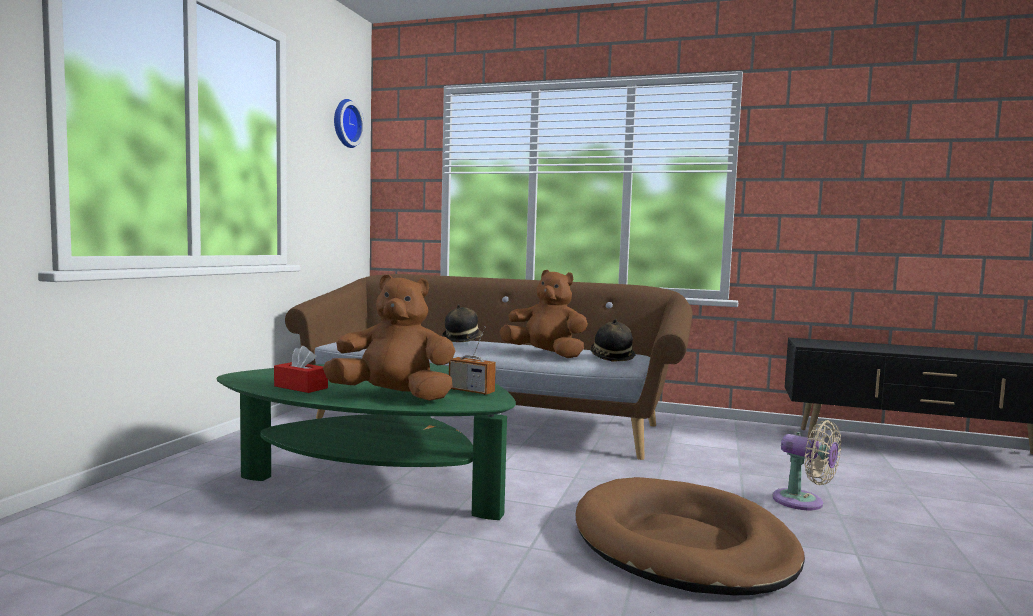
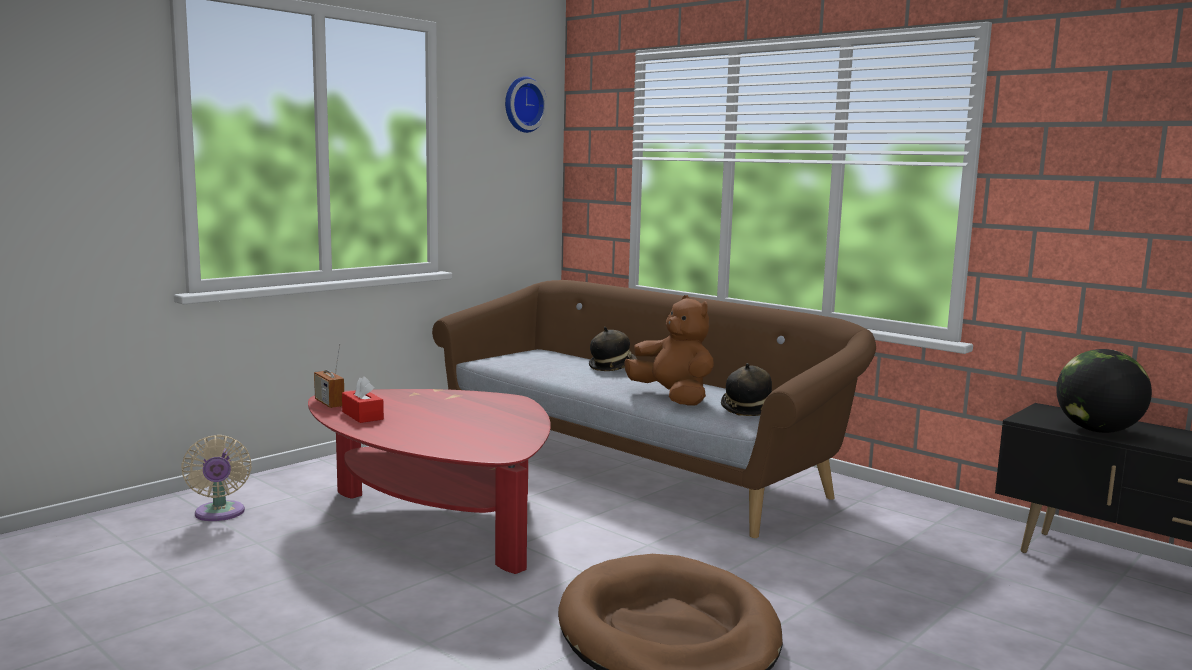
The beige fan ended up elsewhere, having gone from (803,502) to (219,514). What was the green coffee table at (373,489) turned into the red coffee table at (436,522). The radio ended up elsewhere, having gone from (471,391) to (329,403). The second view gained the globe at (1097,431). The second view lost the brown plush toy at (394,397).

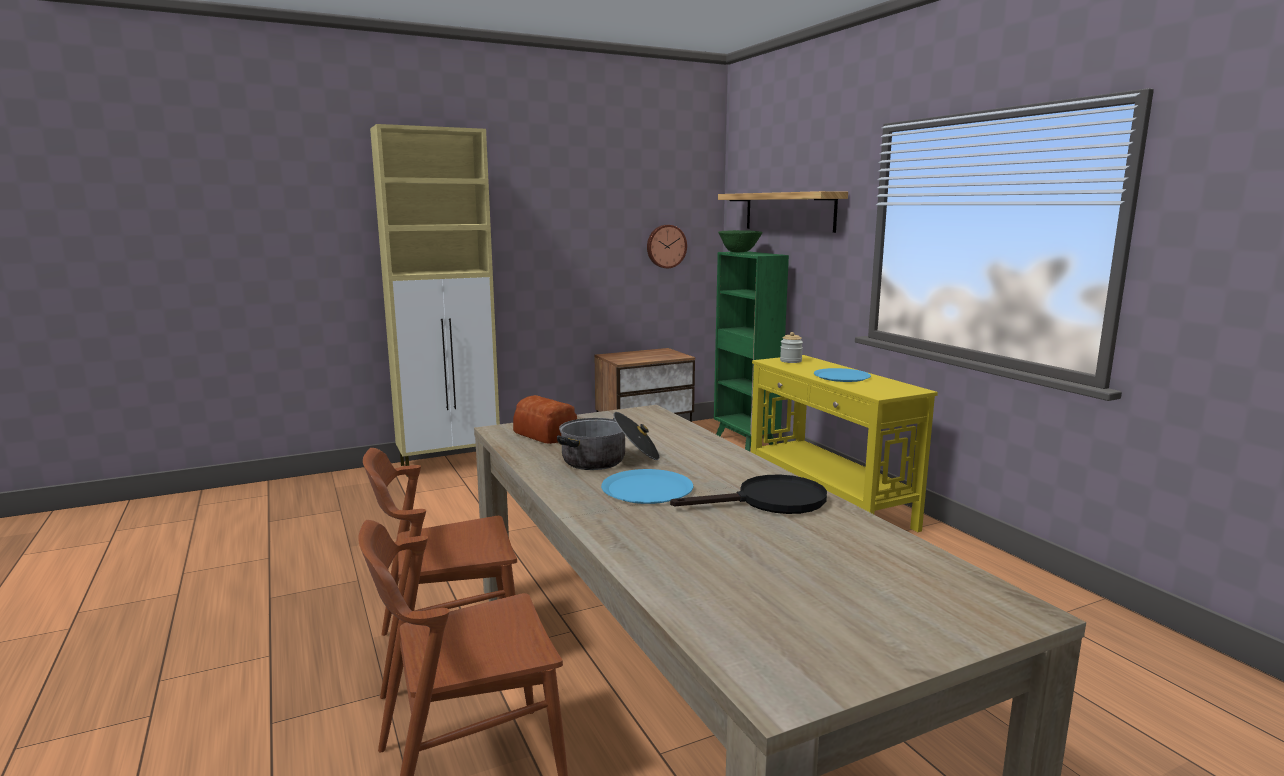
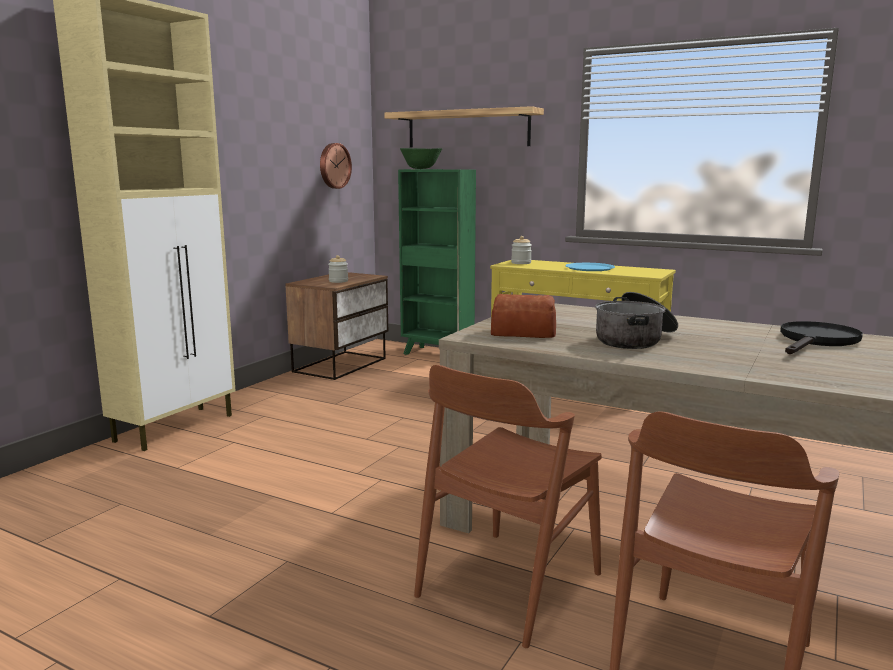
The second view gained the jar at (338,281). The second view lost the blue plate at (647,489).

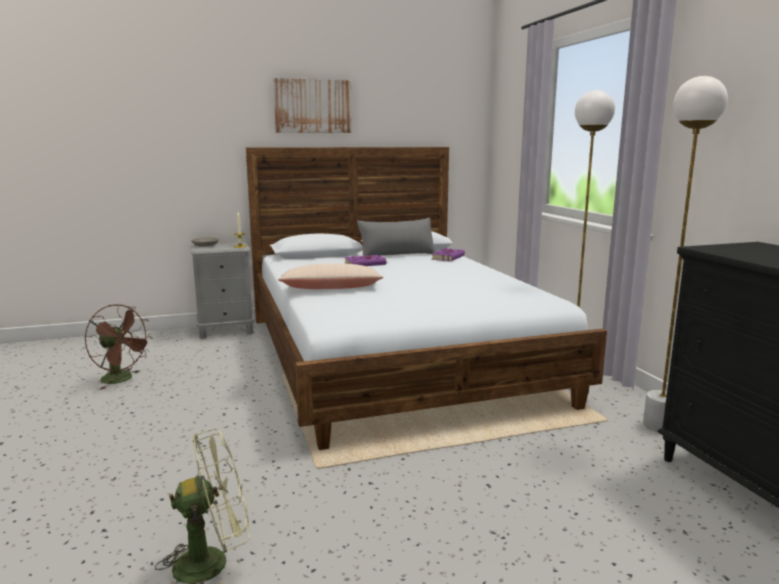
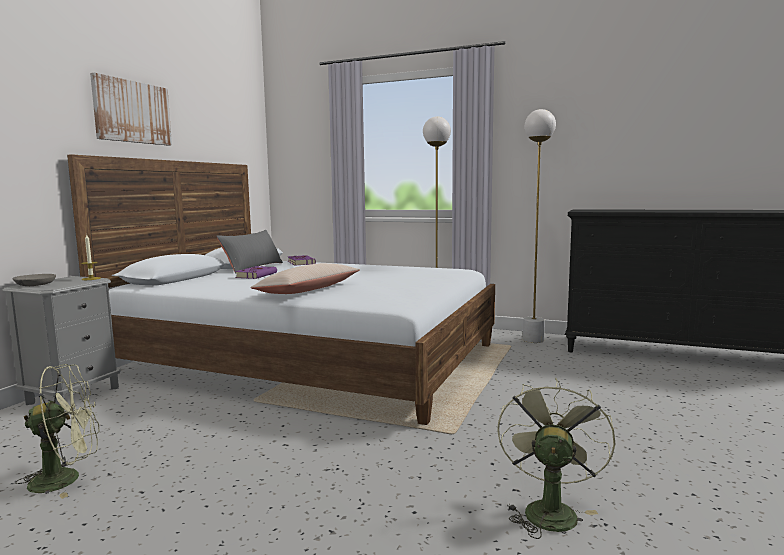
What was the brown fan at (122,380) turned into the green fan at (66,478).

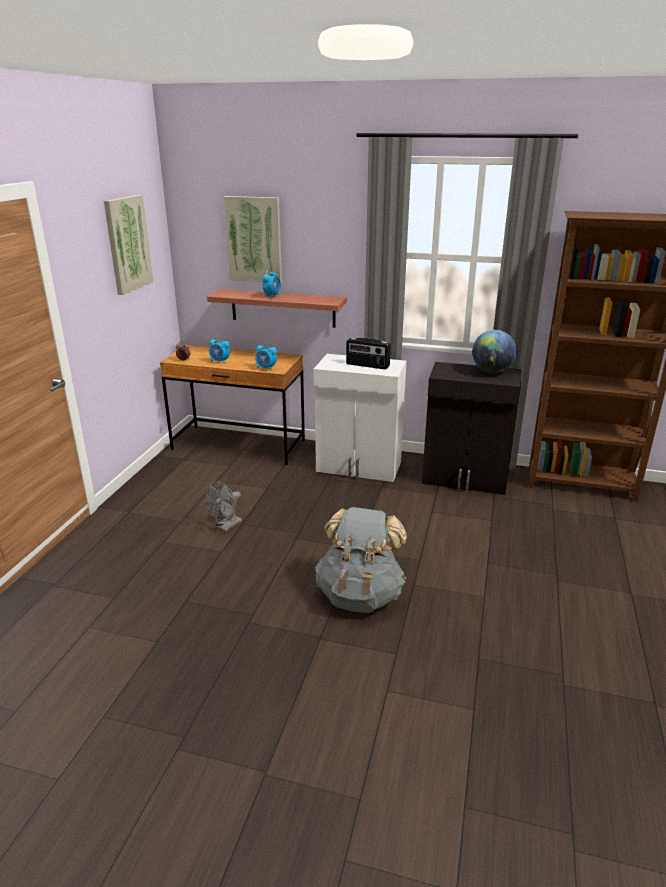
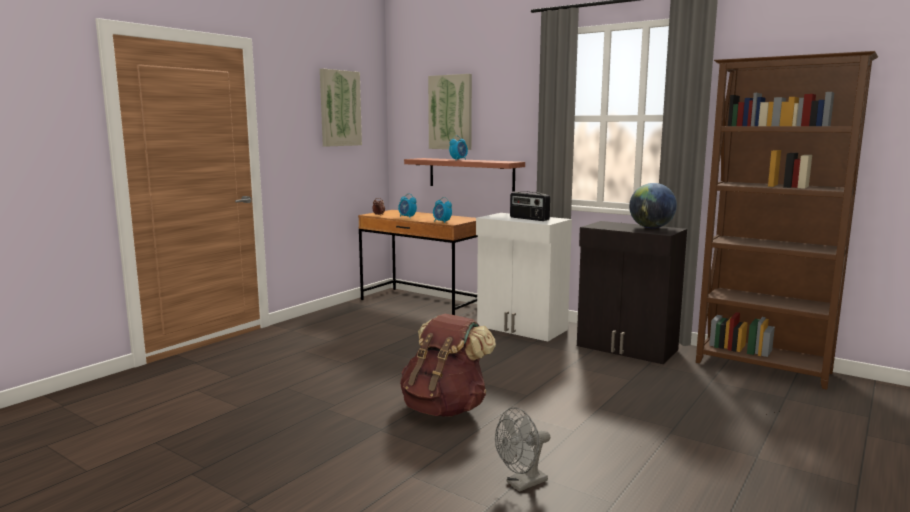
What was the grey backpack at (360,594) turned into the brown backpack at (445,408). The grey fan ended up elsewhere, having gone from (226,526) to (522,484).

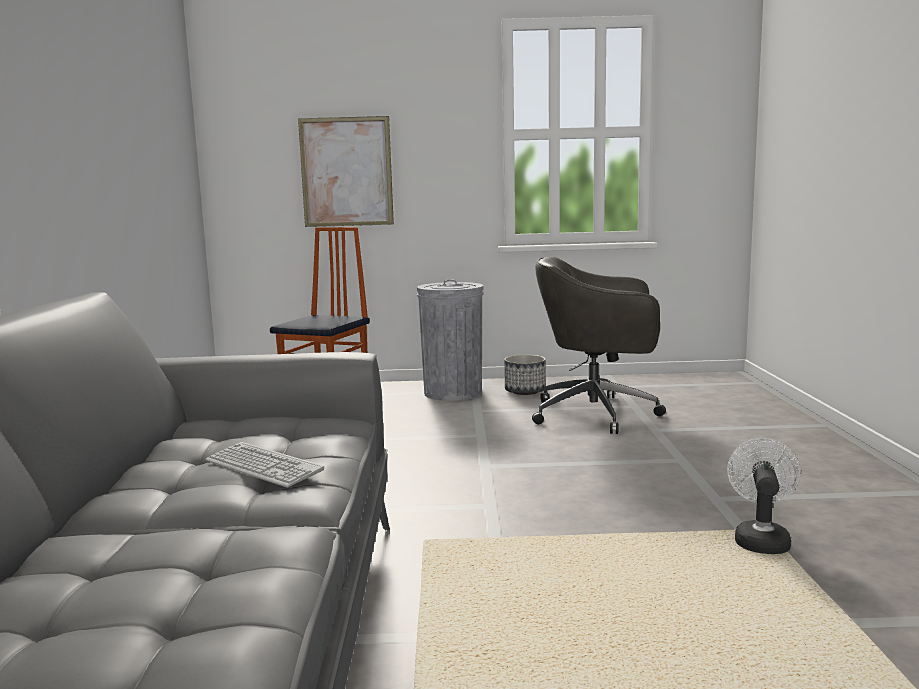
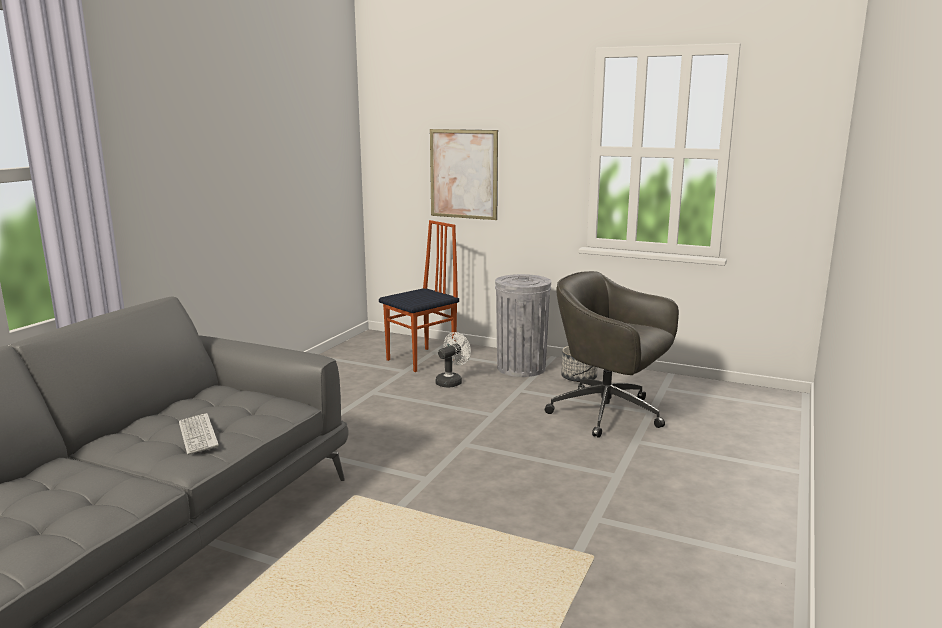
The white fan ended up elsewhere, having gone from (760,539) to (451,381).

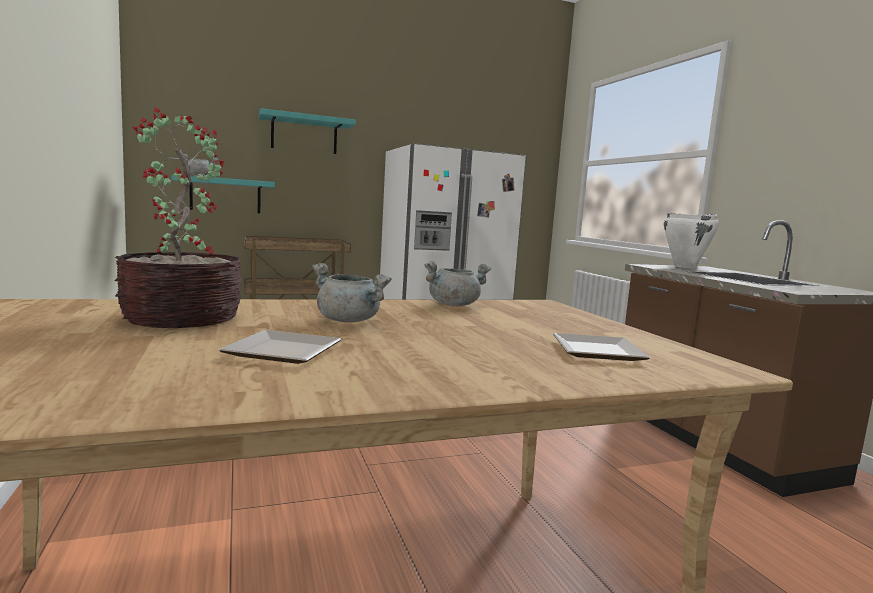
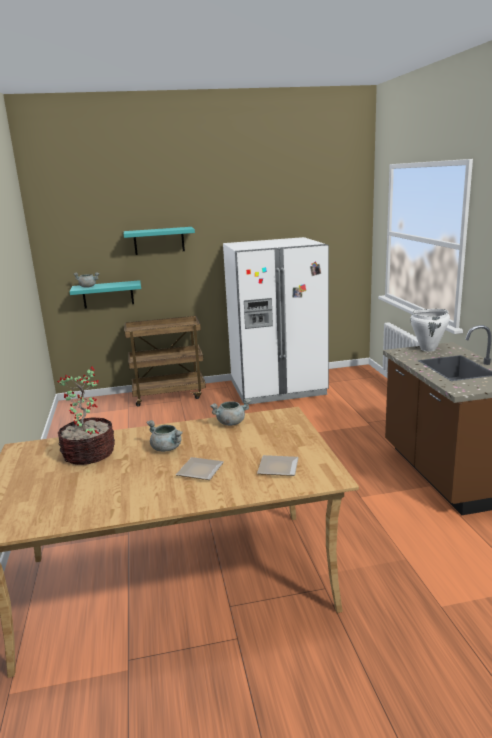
The plate ended up elsewhere, having gone from (288,352) to (202,470).

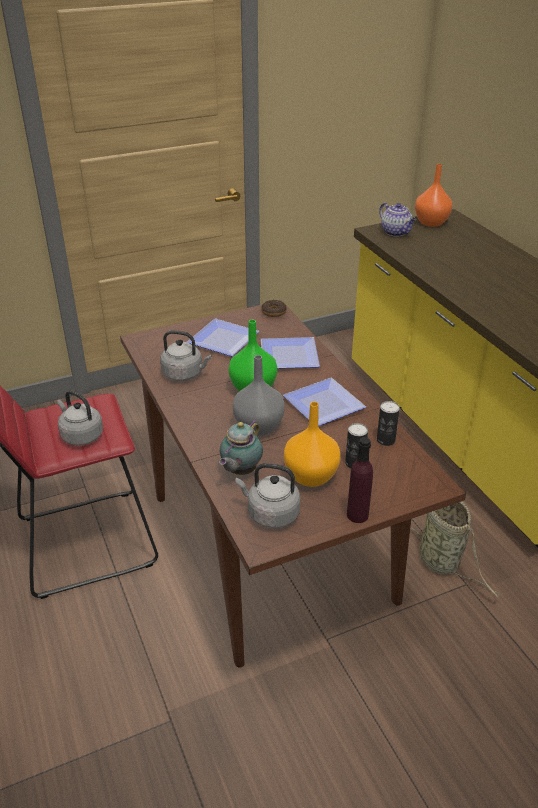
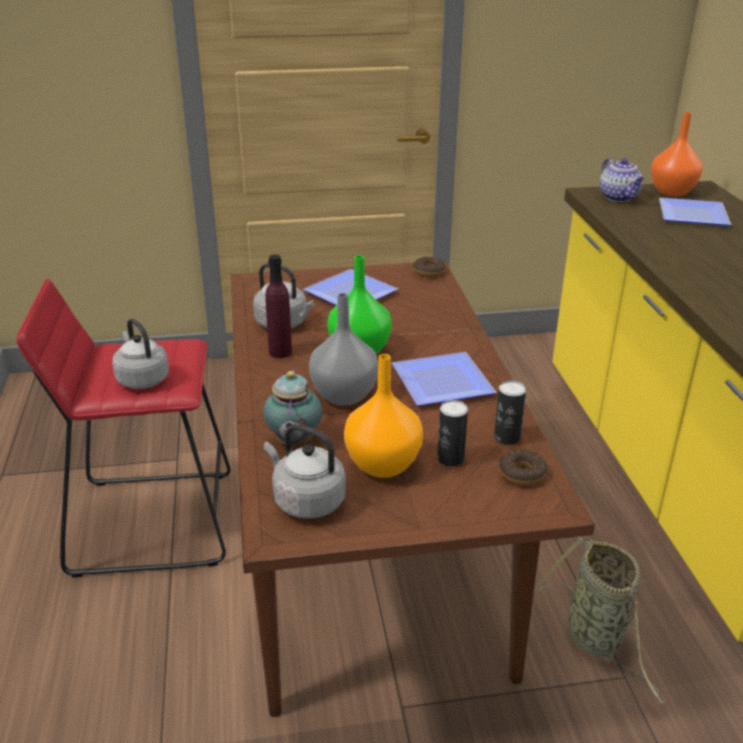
The teapot at (240,471) ended up facing another way, 45 degrees counterclockwise from before. The purple bottle ended up elsewhere, having gone from (357,515) to (280,352). The second view gained the donut at (522,473). The plate ended up elsewhere, having gone from (291,354) to (694,215).

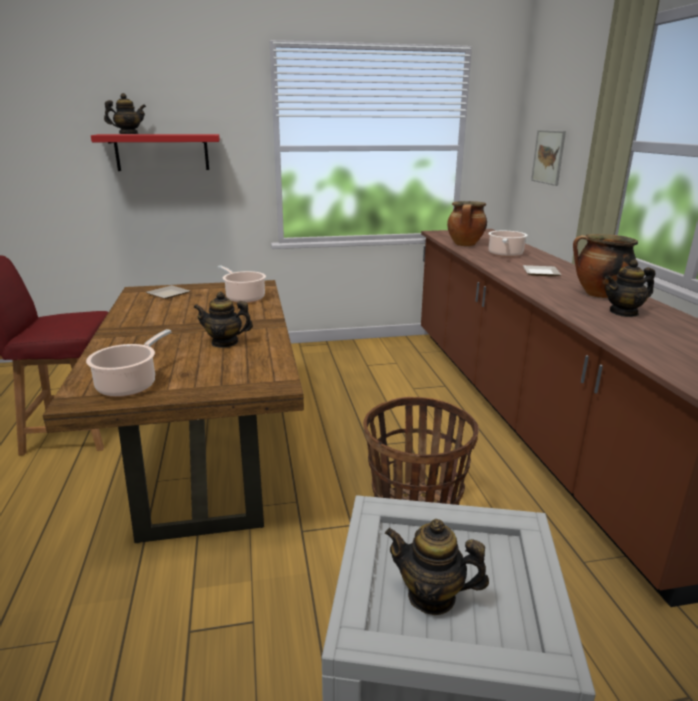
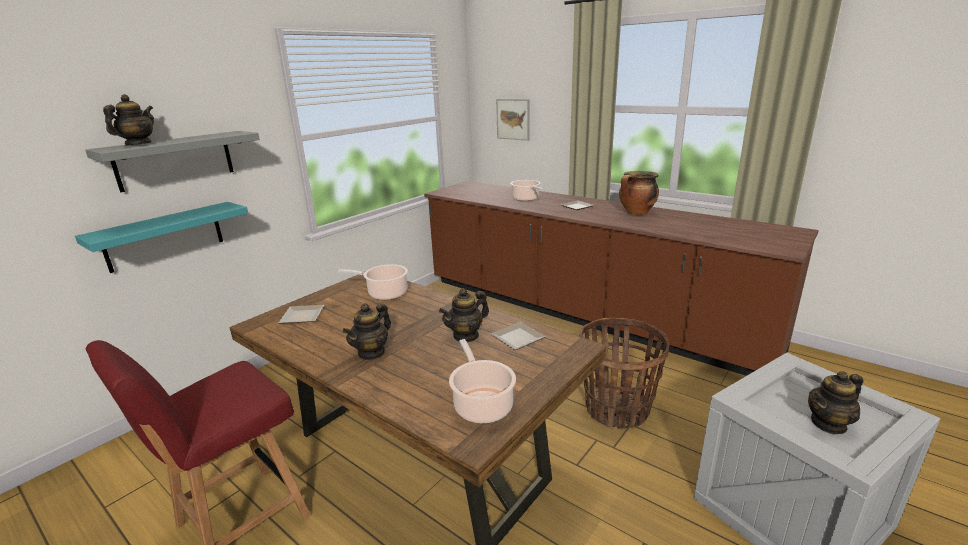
The second view gained the turquoise shelf at (164,236). What was the red shelf at (162,152) turned into the grey shelf at (175,160). The teapot ended up elsewhere, having gone from (624,312) to (372,352). The second view gained the plate at (518,337). The second view lost the cooking pot at (465,245).

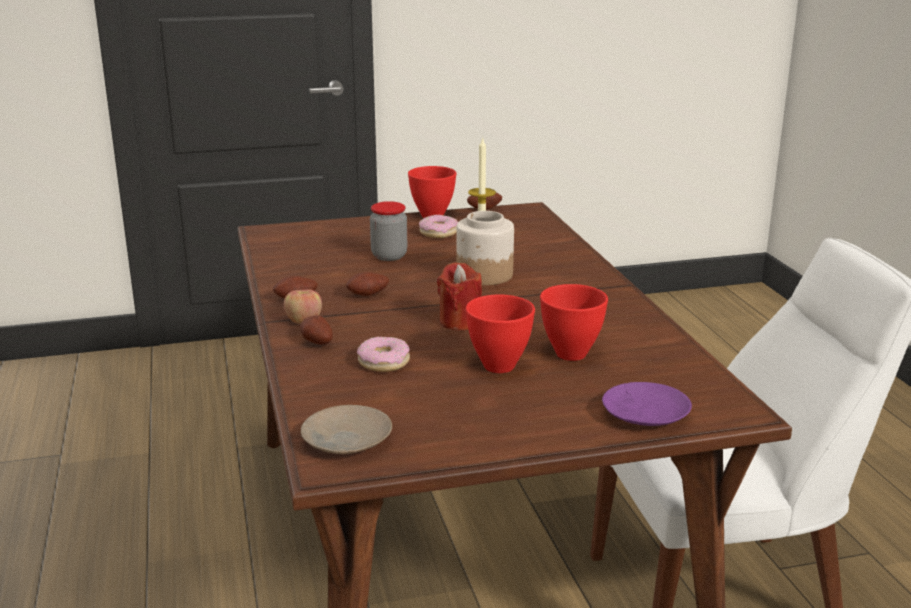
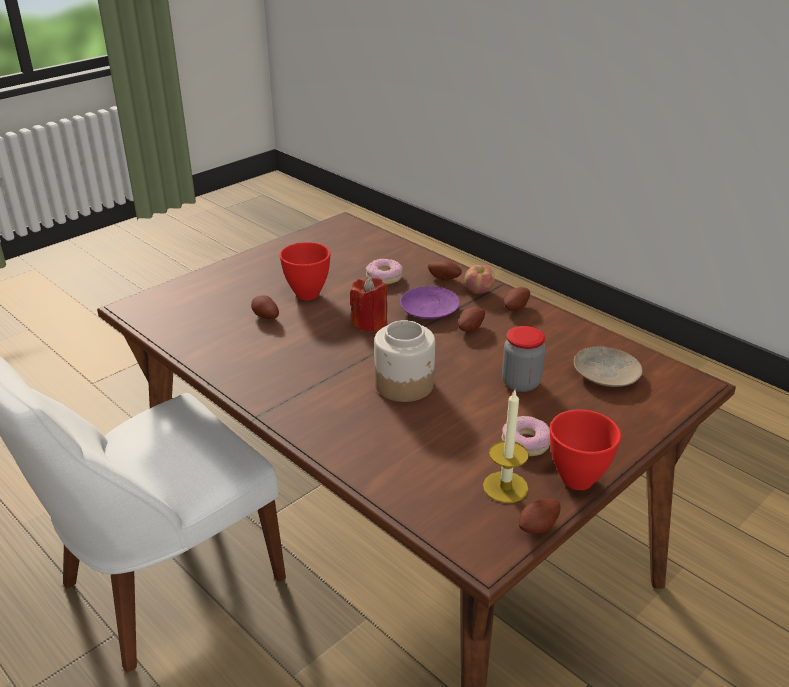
Where the red bowl stood at (570,354), the potato came to stand at (265,317). The purple plate ended up elsewhere, having gone from (644,414) to (430,309). The beige plate ended up elsewhere, having gone from (346,440) to (605,373).

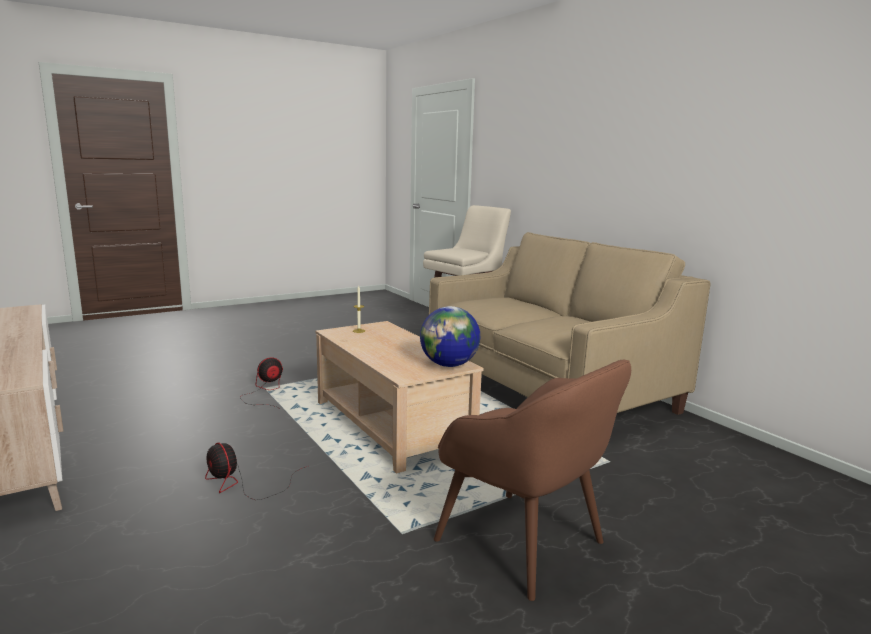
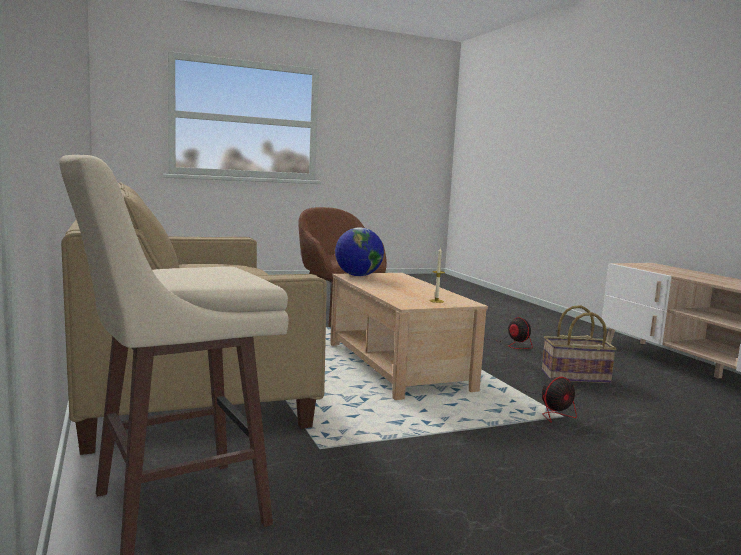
The second view gained the basket at (575,377).

